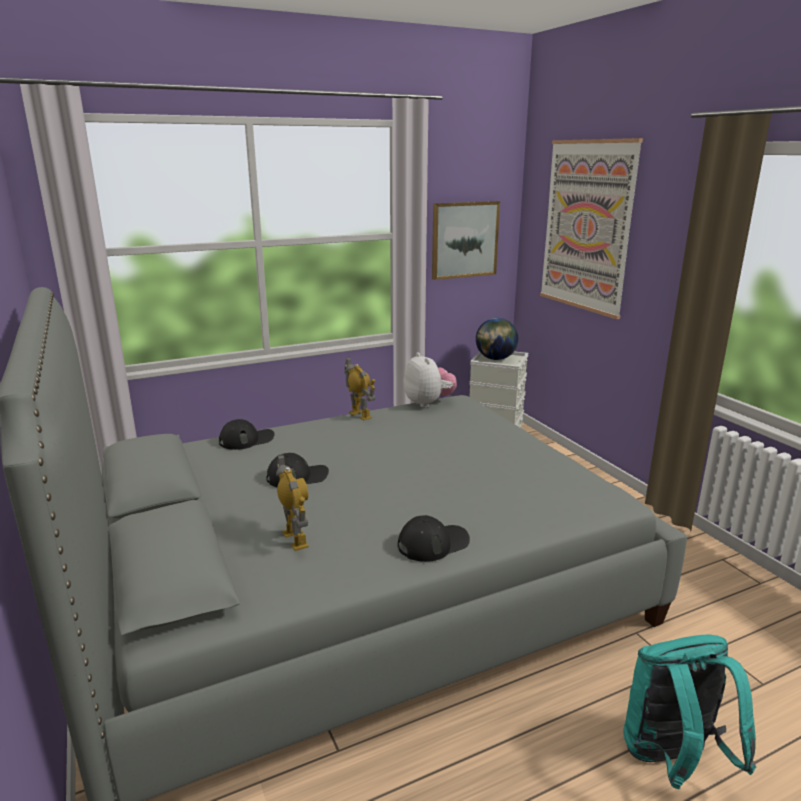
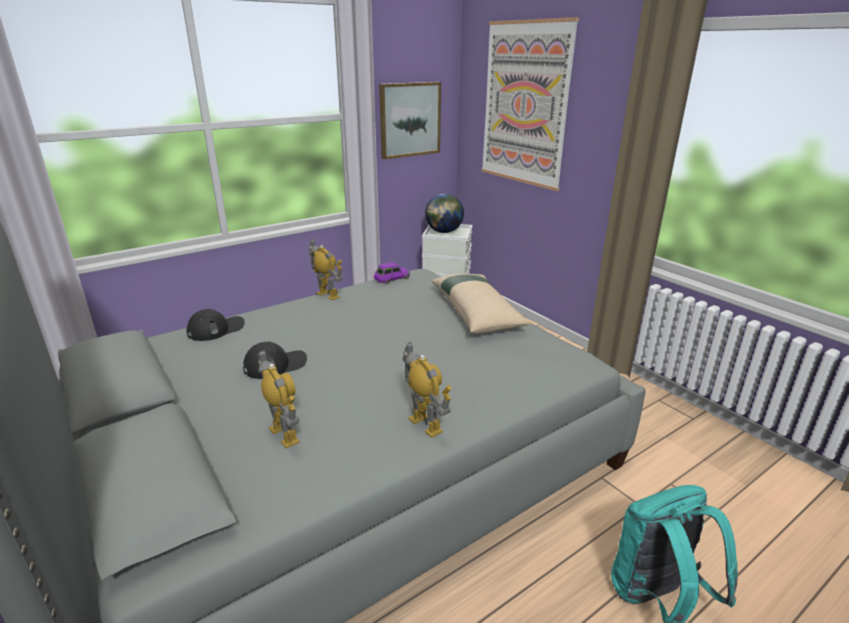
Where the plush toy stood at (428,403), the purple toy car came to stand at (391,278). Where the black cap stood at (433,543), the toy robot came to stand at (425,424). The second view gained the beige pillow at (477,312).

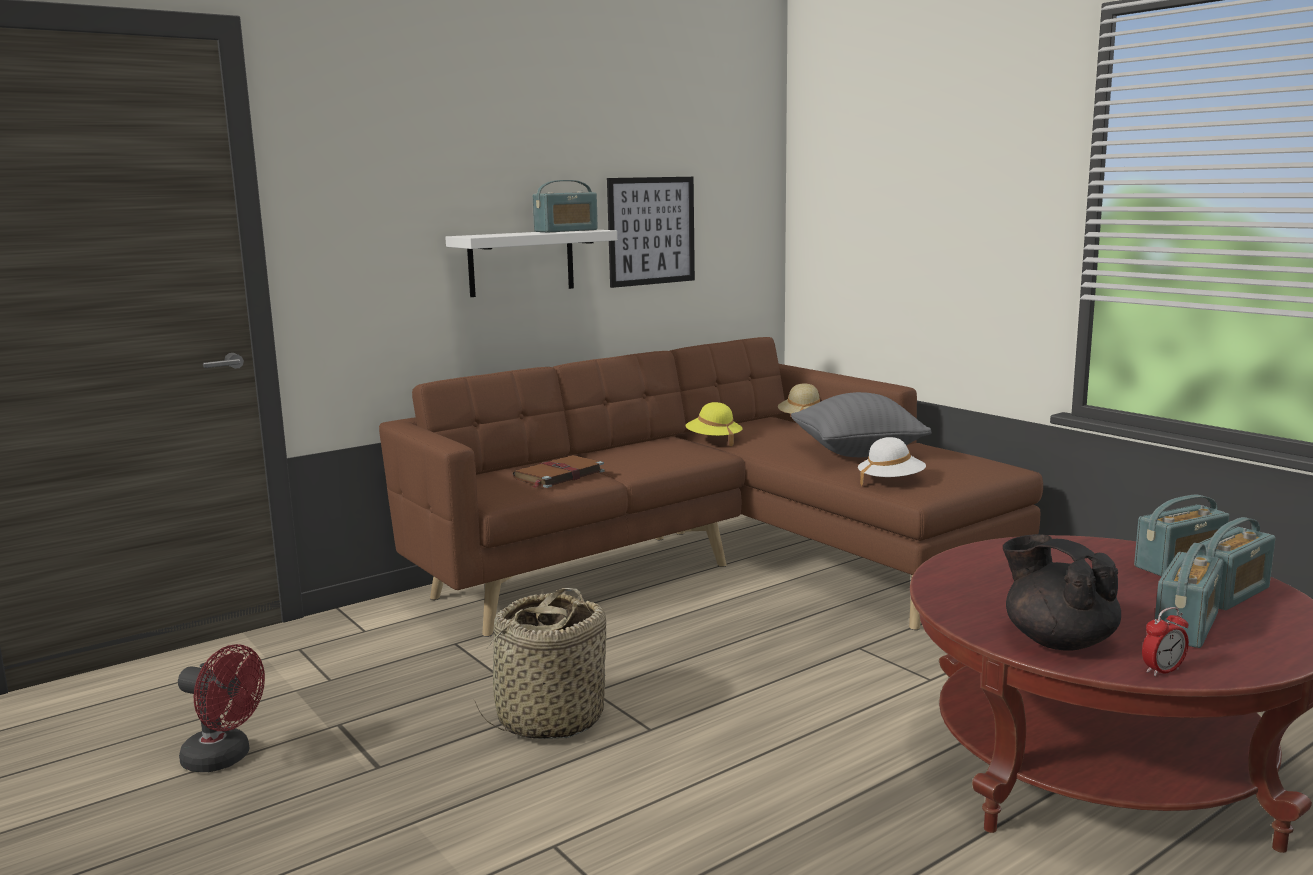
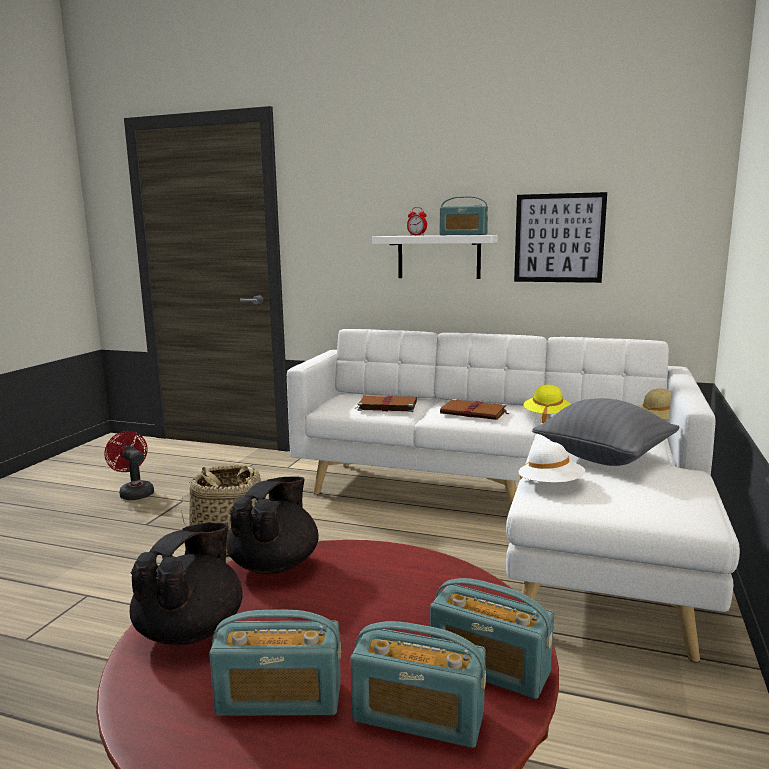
The red fan at (225,759) ended up facing another way, 150 degrees clockwise from before. The second view gained the black teapot at (275,564). What was the brown sofa at (723,567) turned into the white sofa at (515,519). The alarm clock ended up elsewhere, having gone from (1162,671) to (417,235). The second view gained the brown book at (474,413).

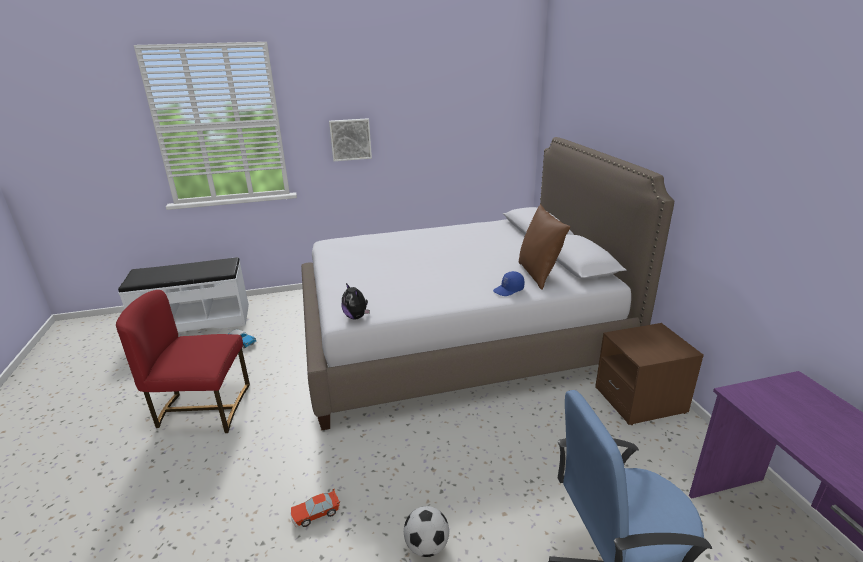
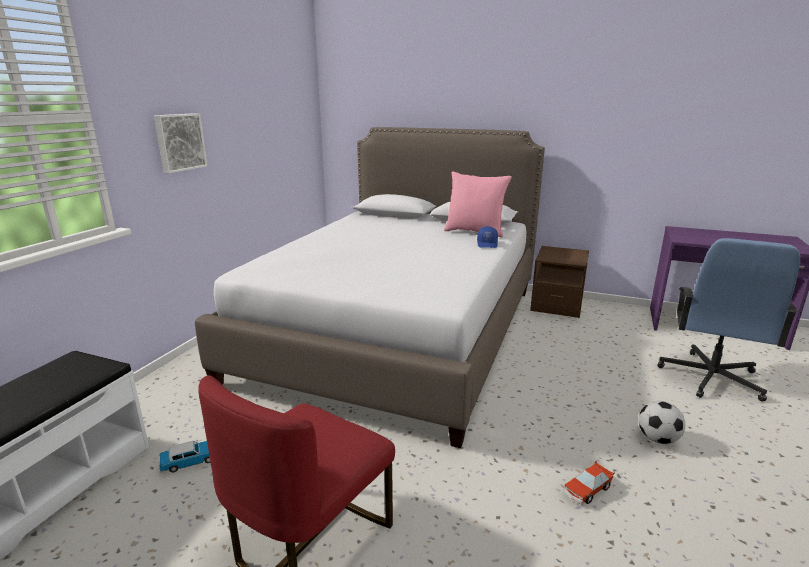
What was the brown pillow at (538,274) turned into the pink pillow at (475,232). The toy car at (316,513) ended up facing another way, 45 degrees clockwise from before. The second view lost the plush toy at (356,317).

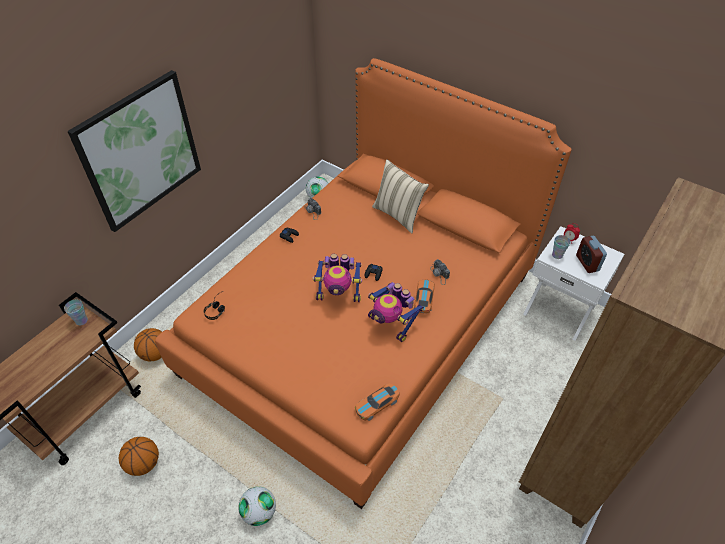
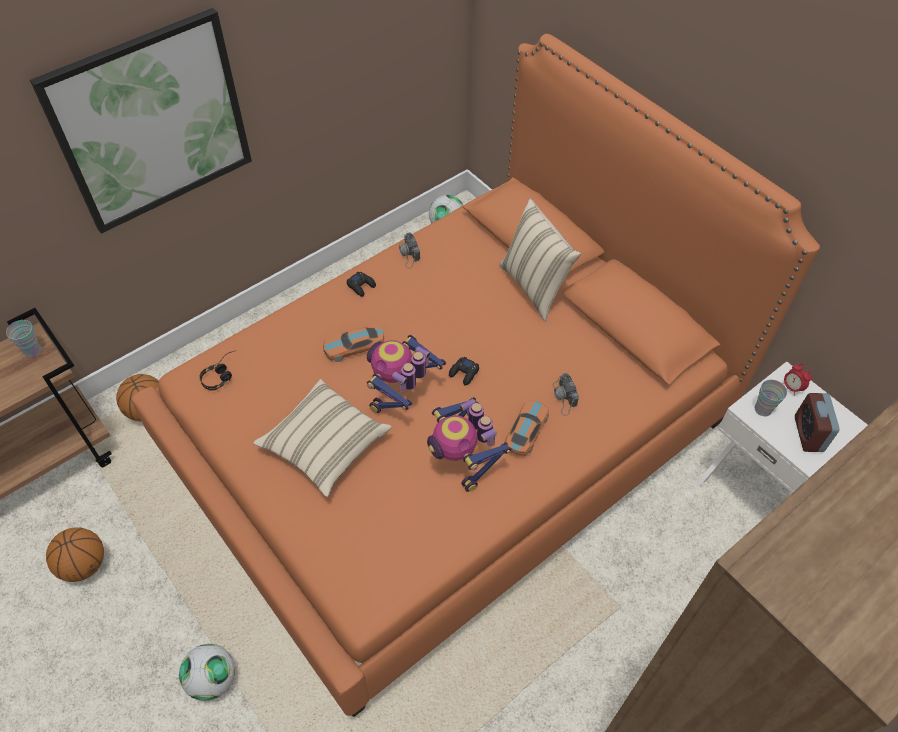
The second view gained the beige pillow at (325,445). The toy car ended up elsewhere, having gone from (377,404) to (354,346). The toy robot at (339,294) ended up facing another way, 105 degrees clockwise from before.

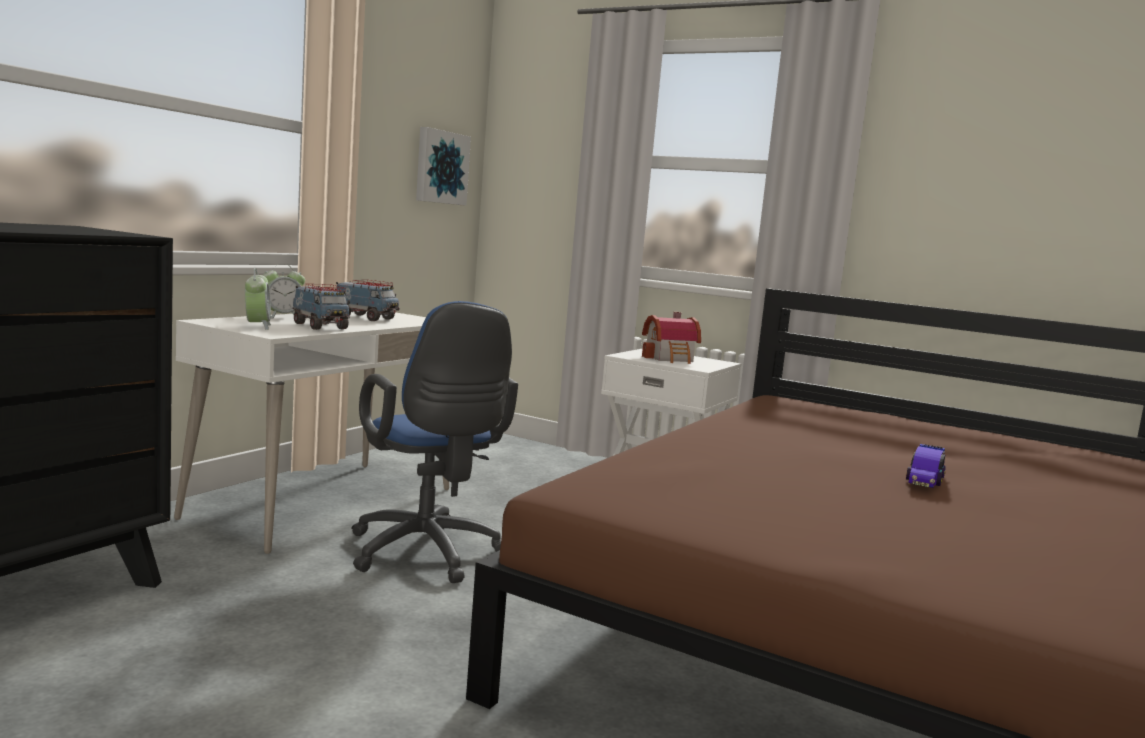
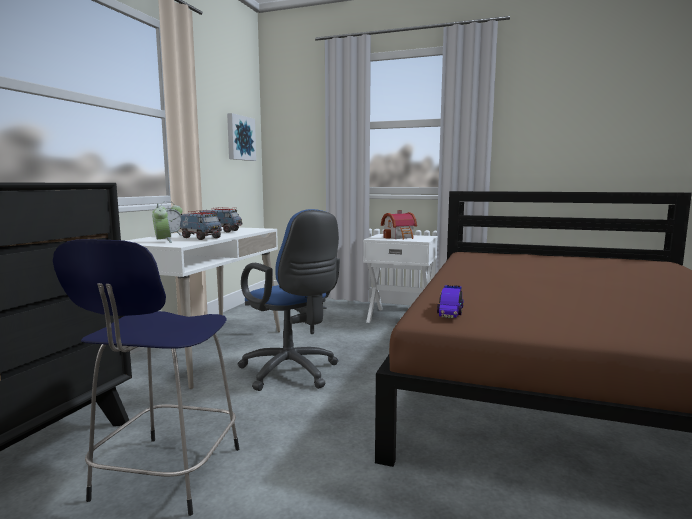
The second view gained the blue stool at (166,476). The toy car ended up elsewhere, having gone from (925,479) to (450,310).

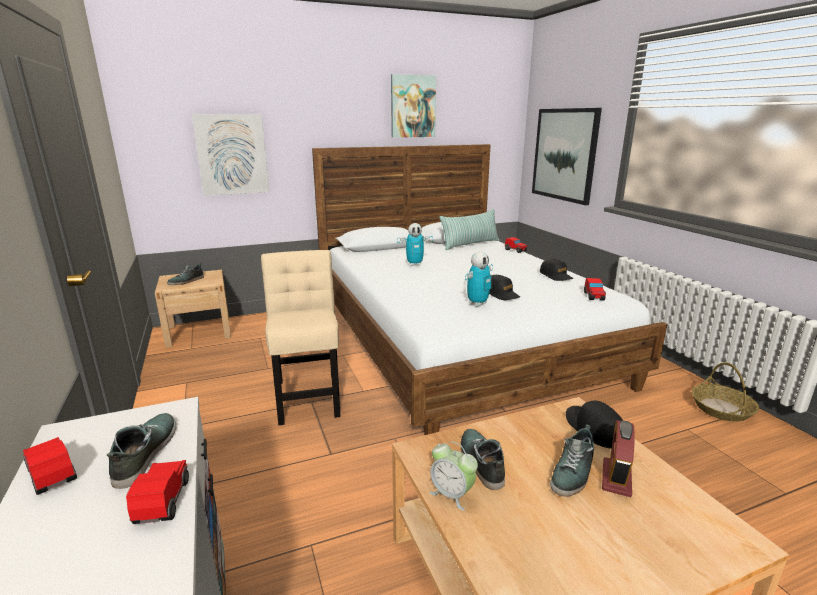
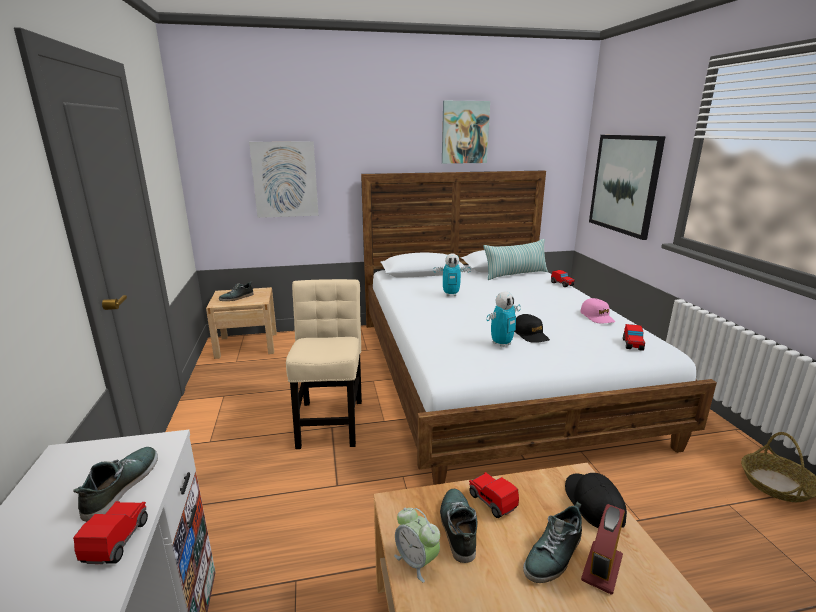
The toy car ended up elsewhere, having gone from (52,474) to (492,501). What was the black cap at (556,276) turned into the pink cap at (597,317).

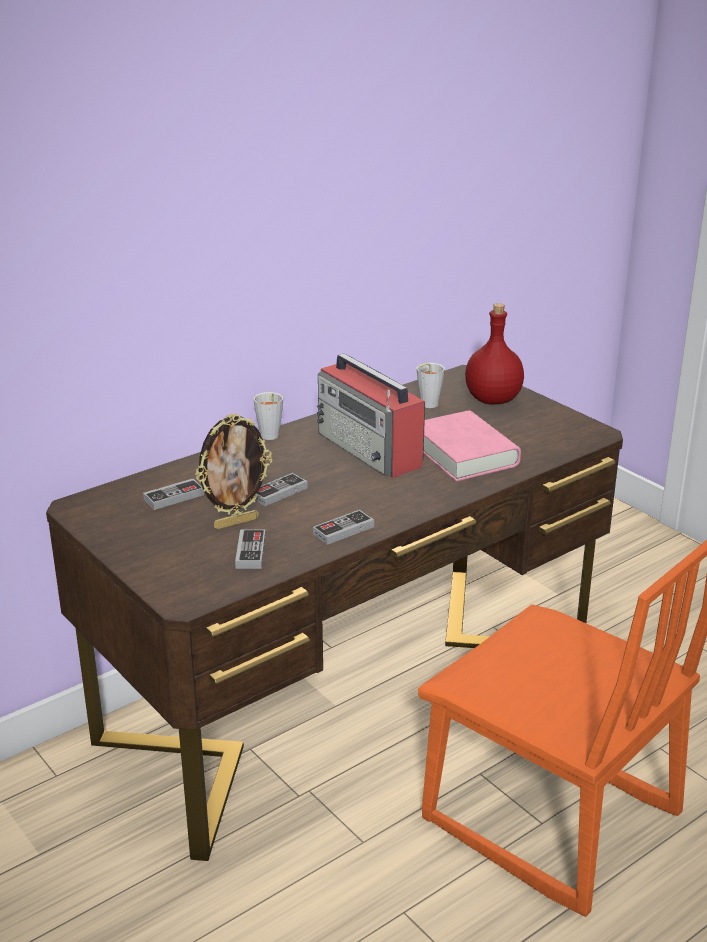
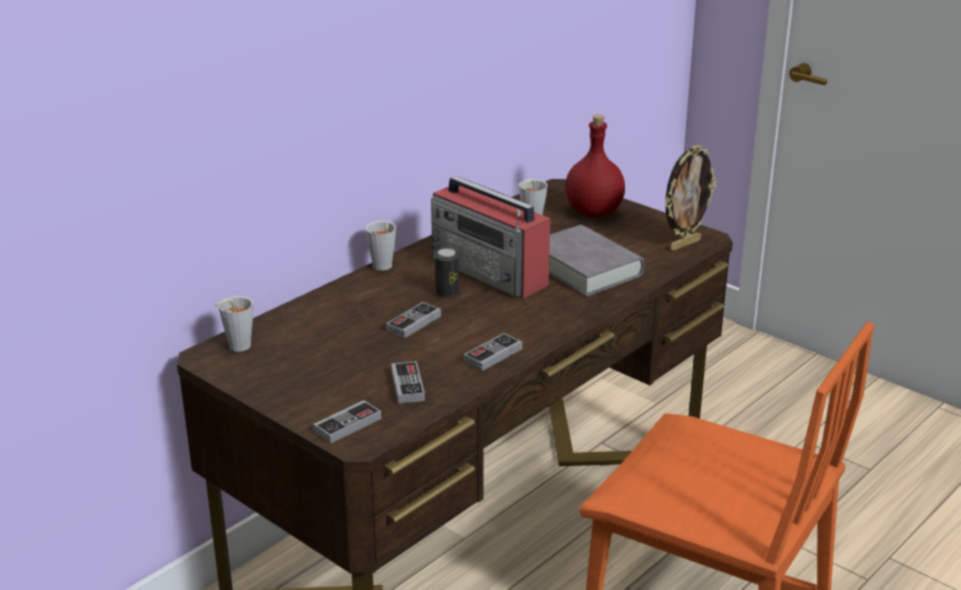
The second view gained the grey cup at (235,348). The game controller ended up elsewhere, having gone from (174,497) to (347,425). The second view gained the can at (447,293). What was the pink book at (464,454) turned into the grey book at (584,269). The picture frame ended up elsewhere, having gone from (236,522) to (684,244).

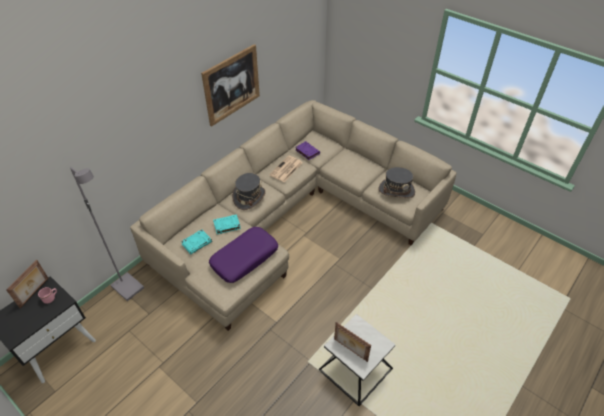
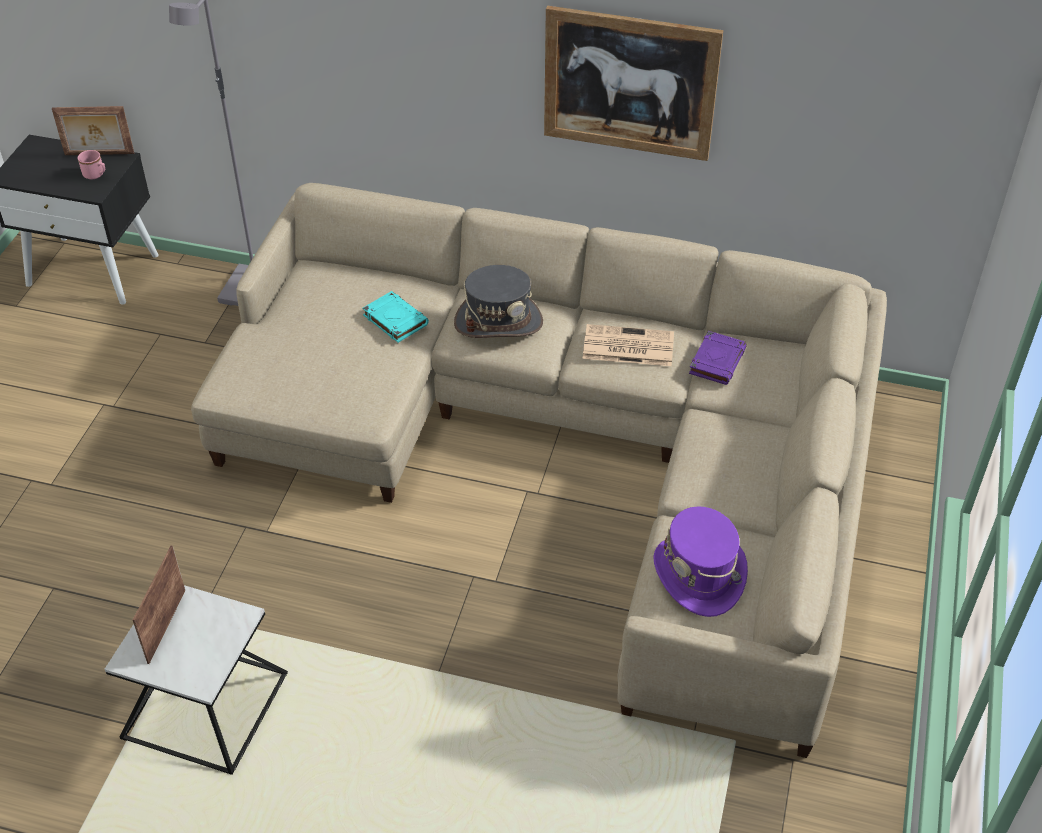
What was the grey hat at (396,190) turned into the purple hat at (699,574). The second view lost the turquoise book at (197,243). The second view lost the purple pillow at (244,258).

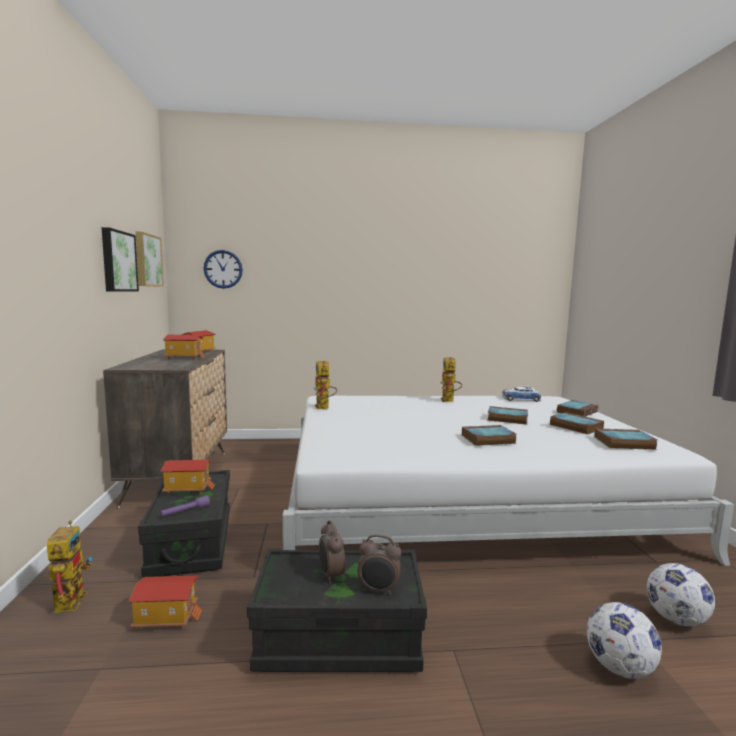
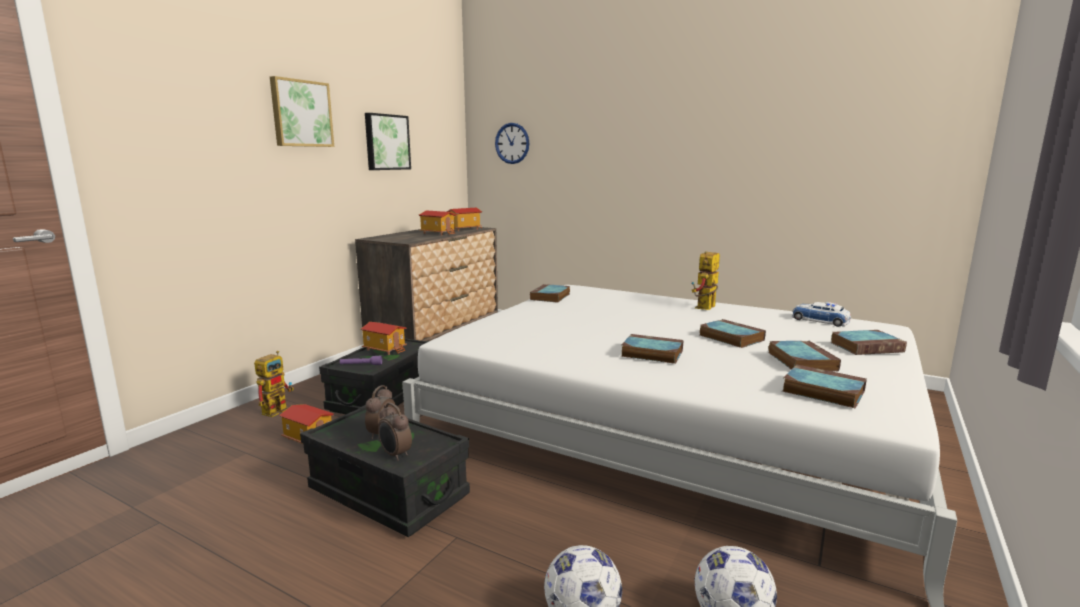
The picture ended up elsewhere, having gone from (147,260) to (301,113). Where the toy robot stood at (324,408), the book came to stand at (550,297).

